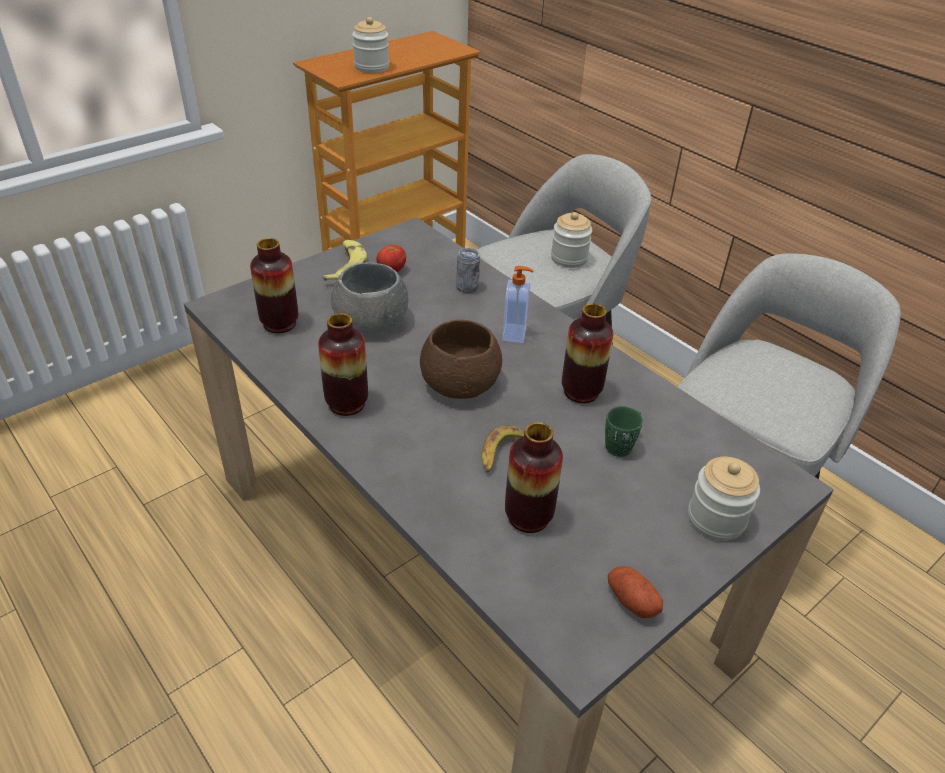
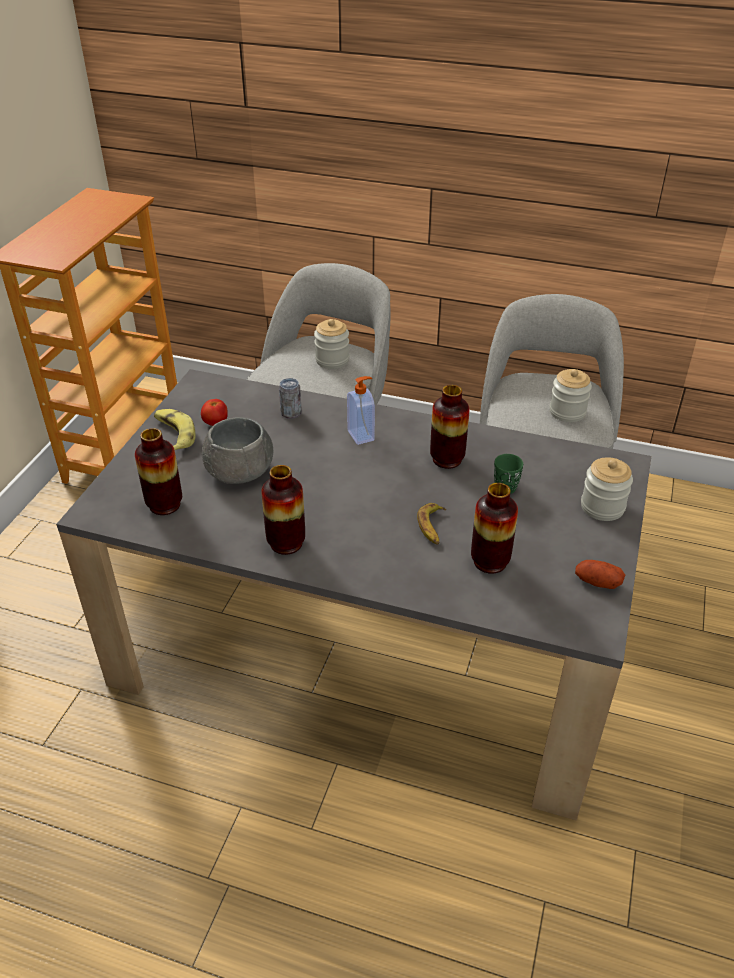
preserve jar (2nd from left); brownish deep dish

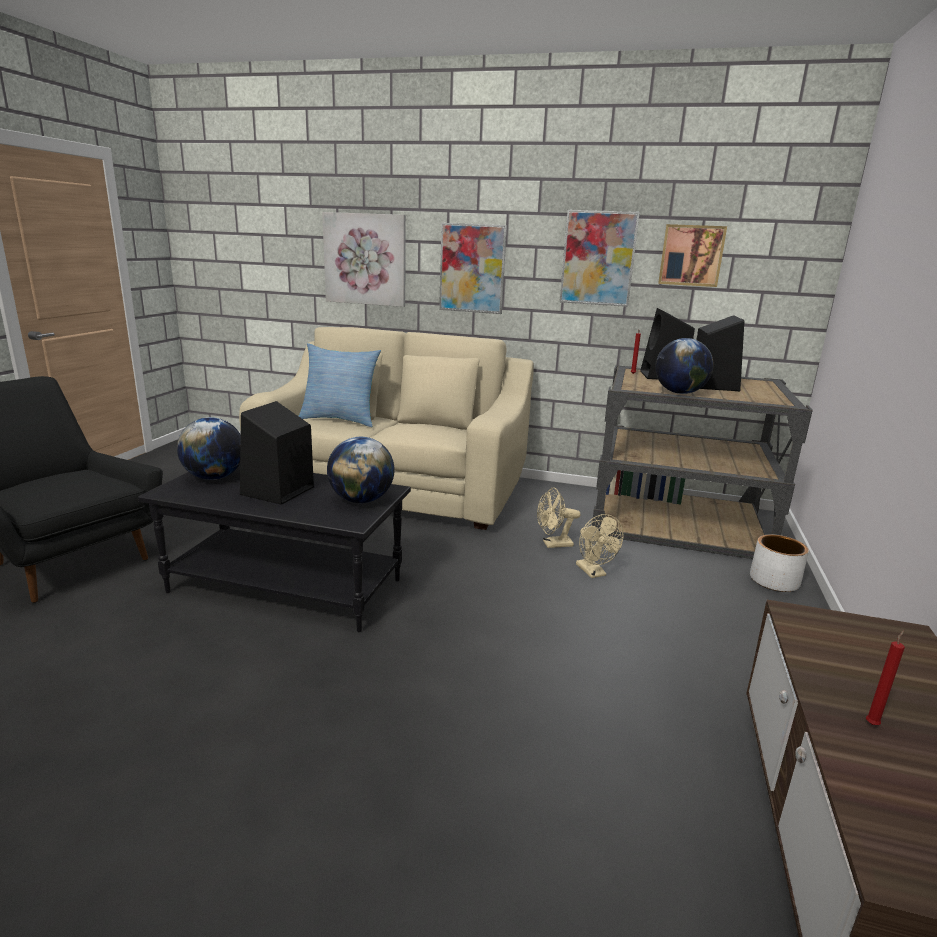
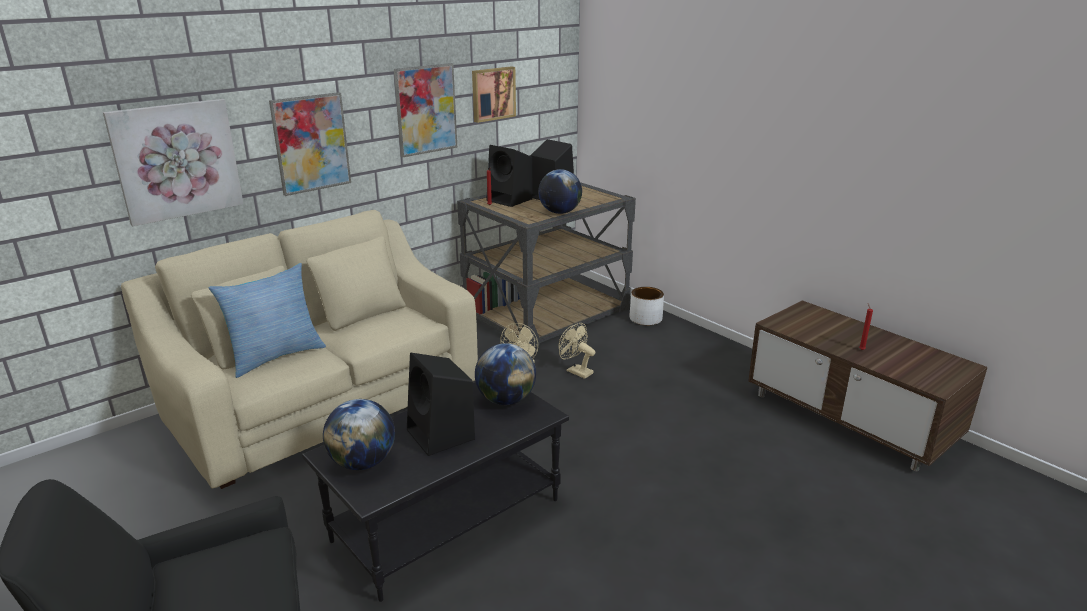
beige cooling fan (2nd from left)

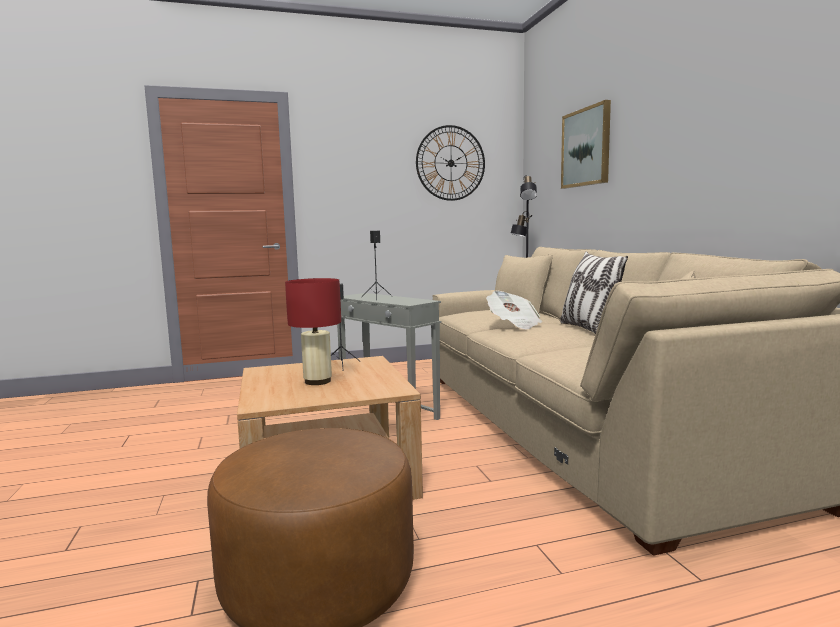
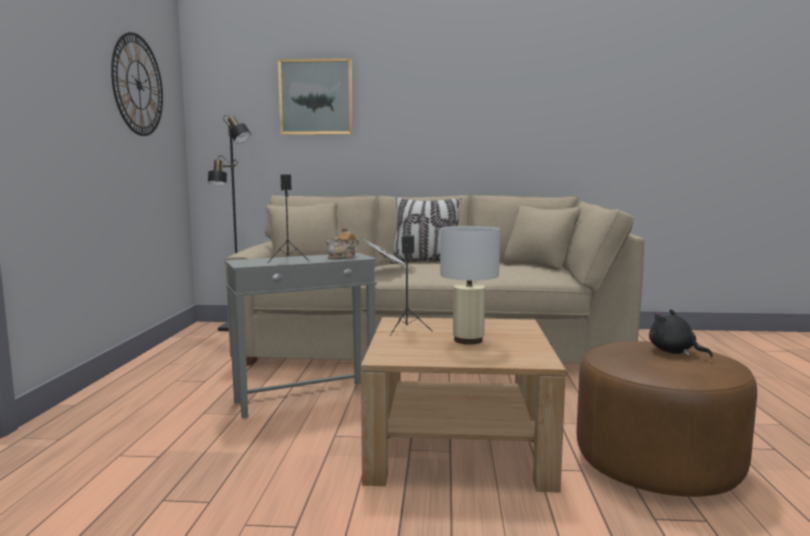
tea pot; white-coloured table lamp; black soft toy

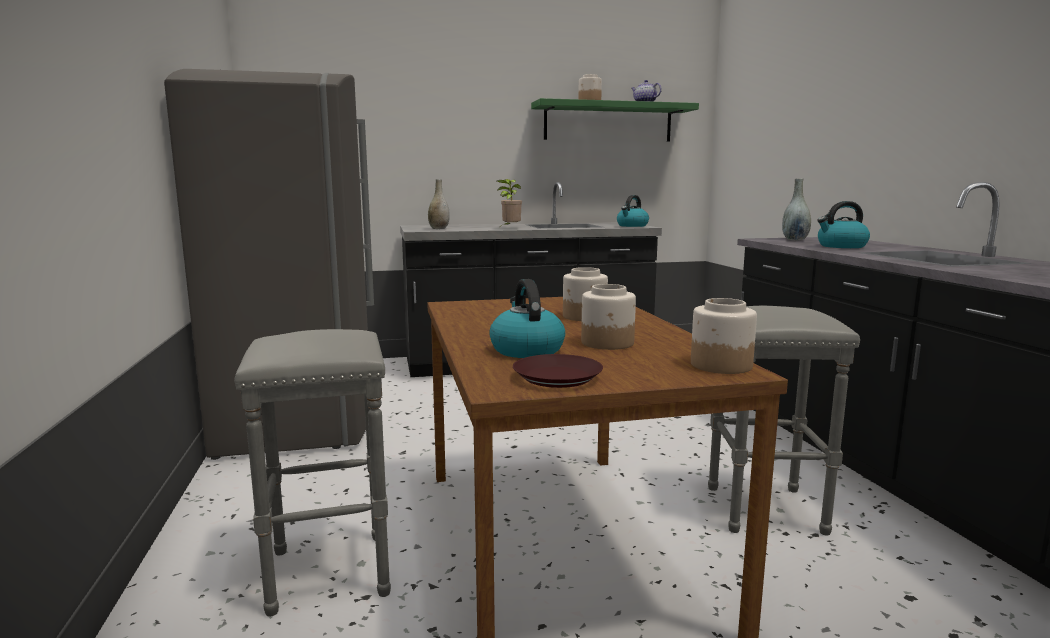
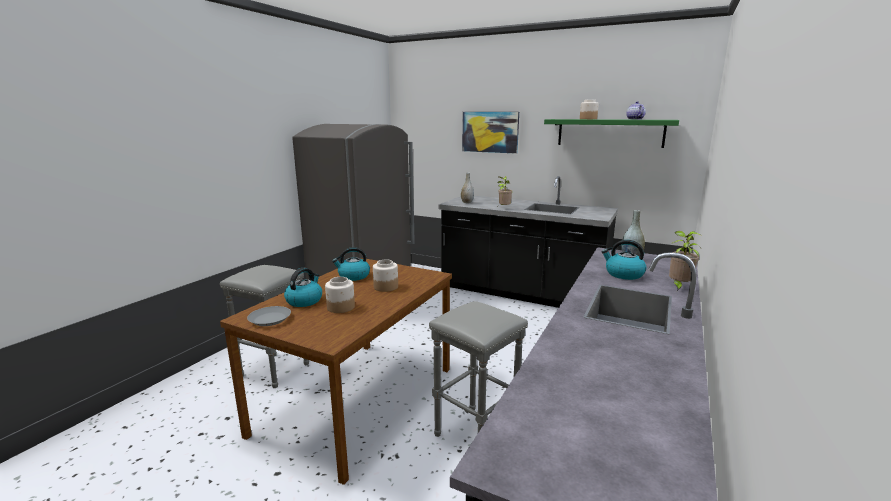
greyish flat dish; kettle (2nd from left); wall art; plant in a pot (2nd from left); preserve jar (4th from left in the first image)

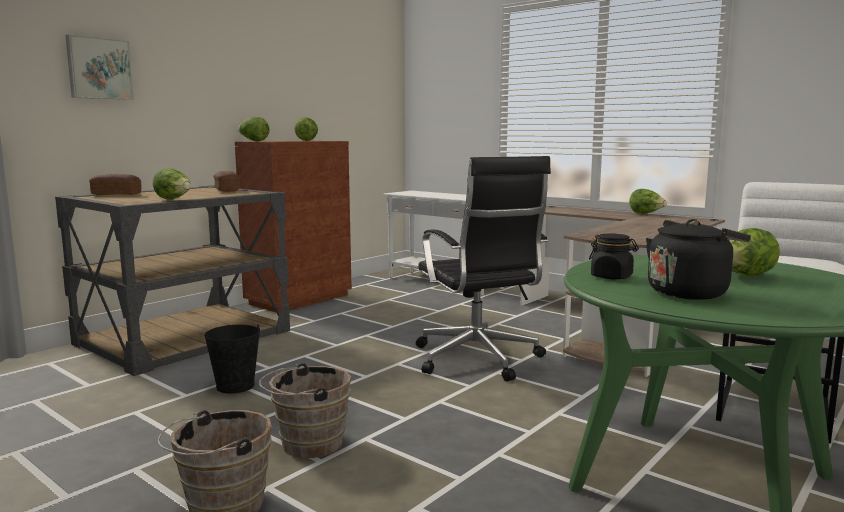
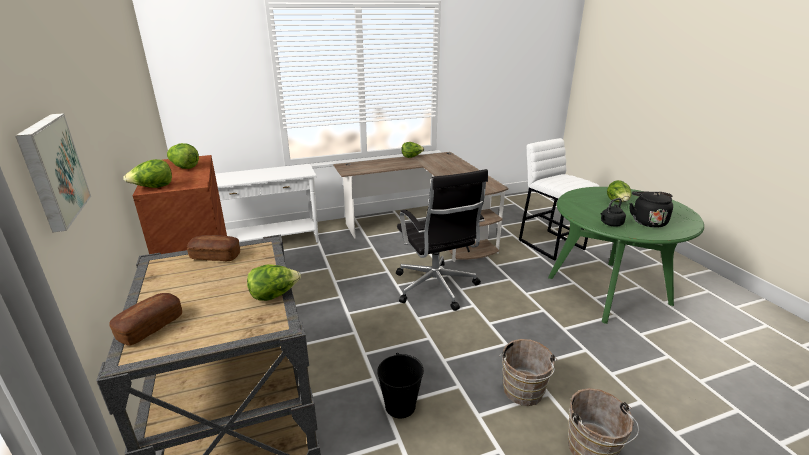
black computer chair; black kettle (1st from left)

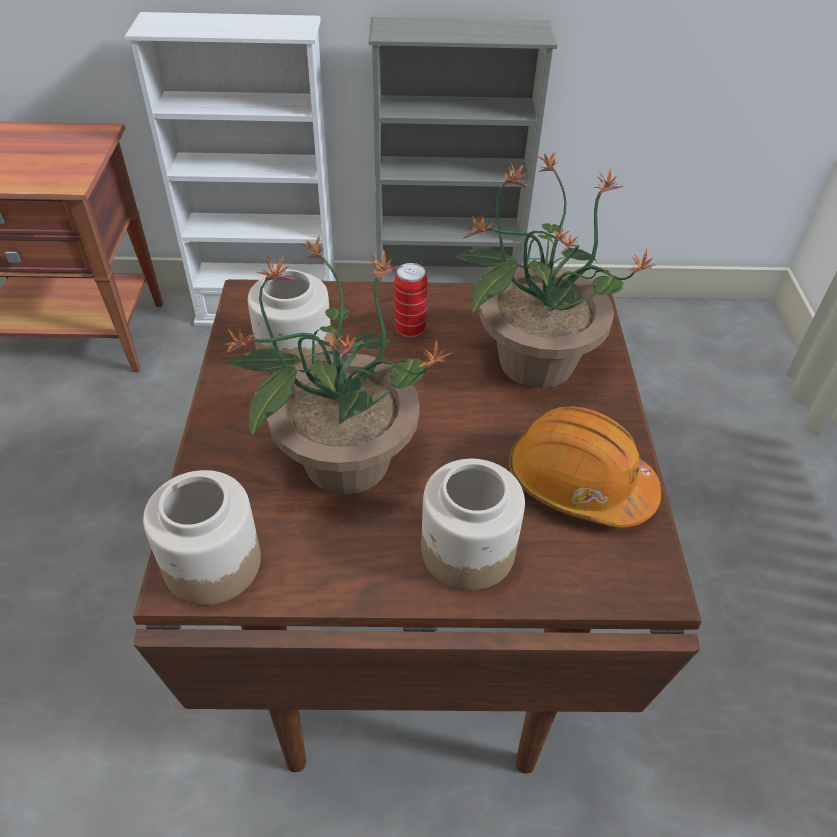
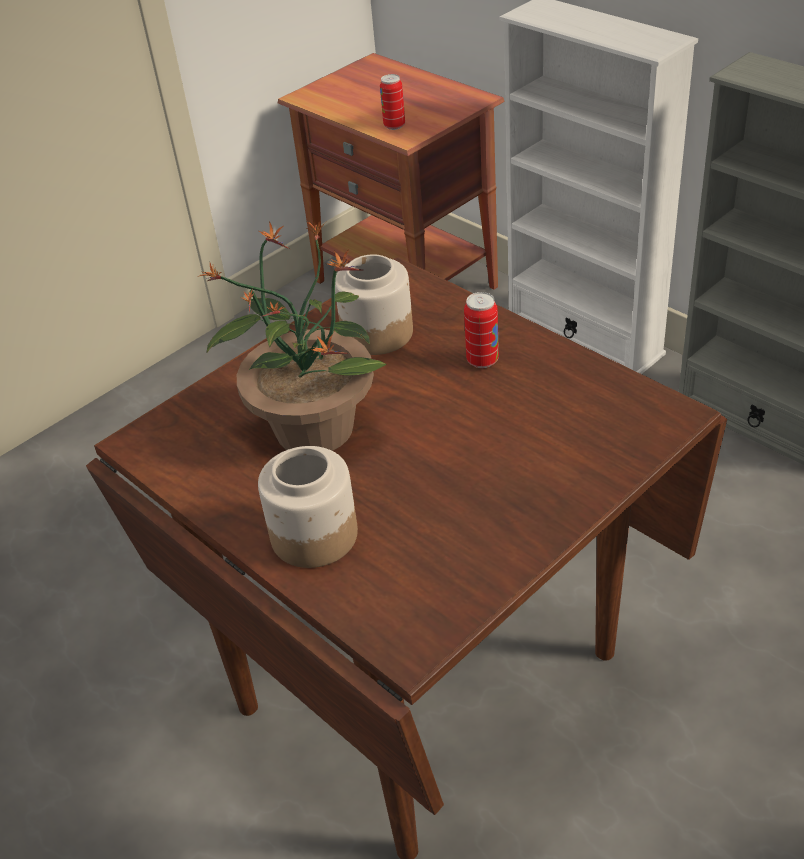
sealed can (1st from left); preserve jar (1st from left in the first image); plant in a pot (2nd from left in the first image); orange-coloured safety helmet

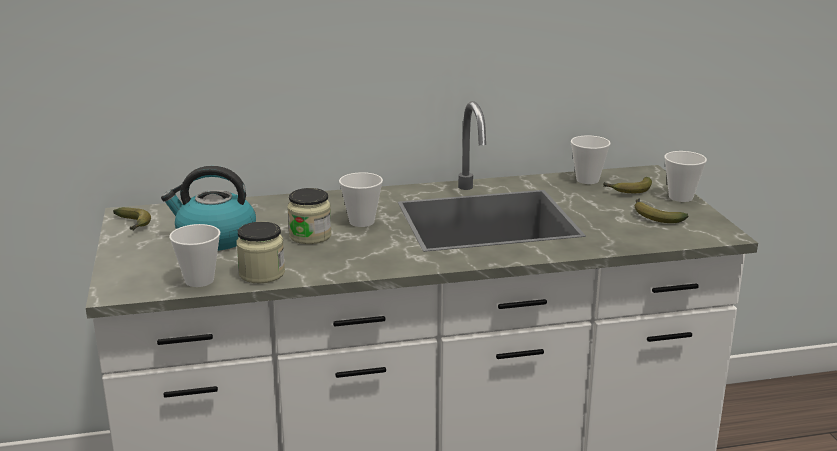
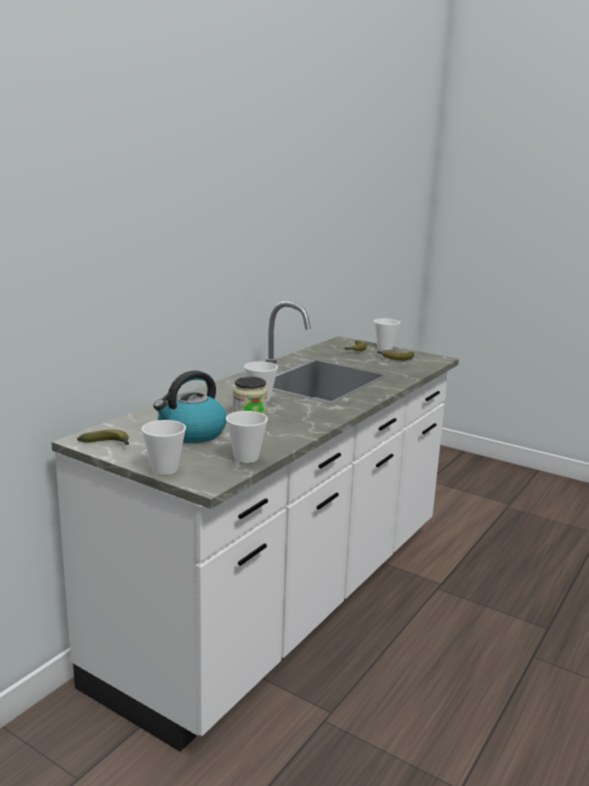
small cup (1st from left); preserve jar (1st from left in the first image)

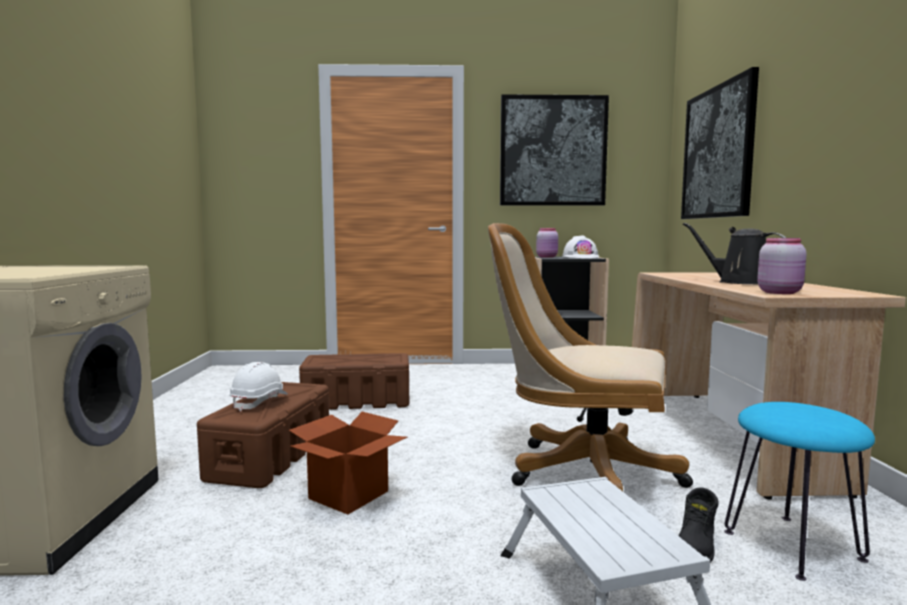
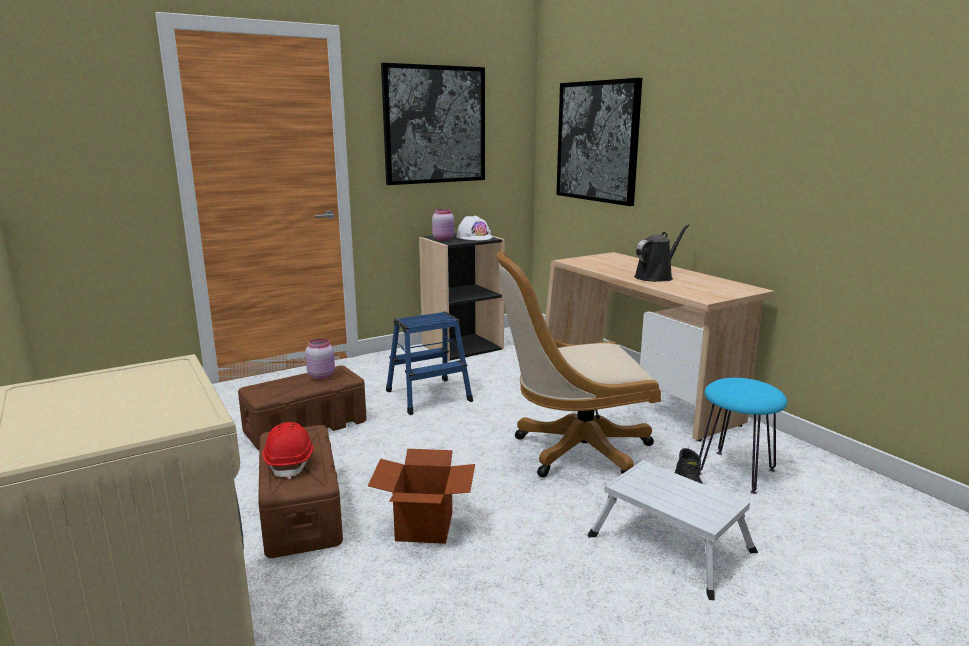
reddish safety helmet; pinkish preserve jar (1st from left); blue step stool; black watering pot

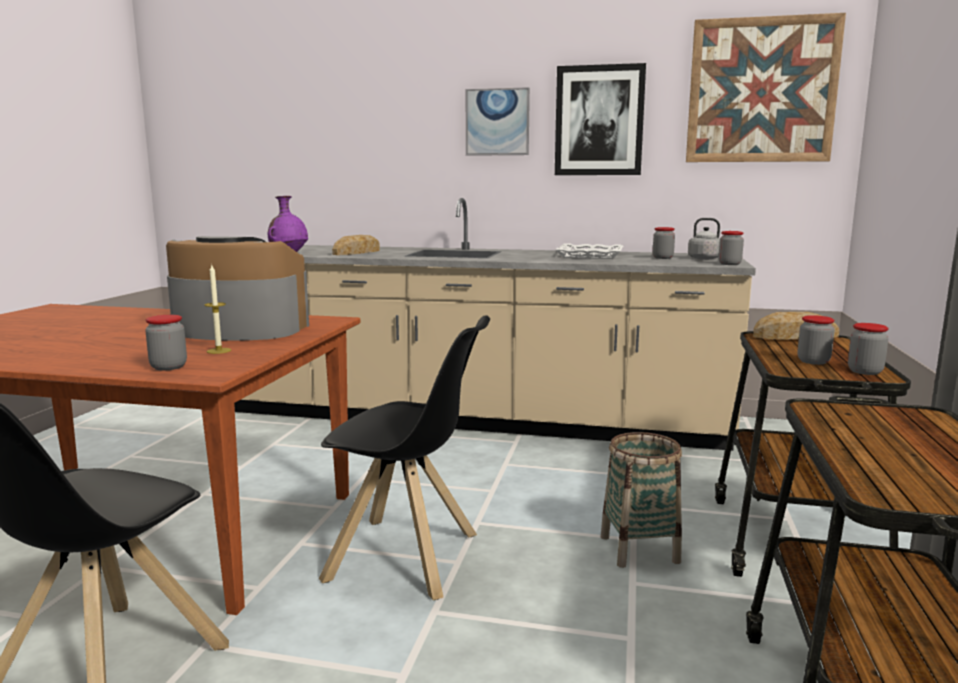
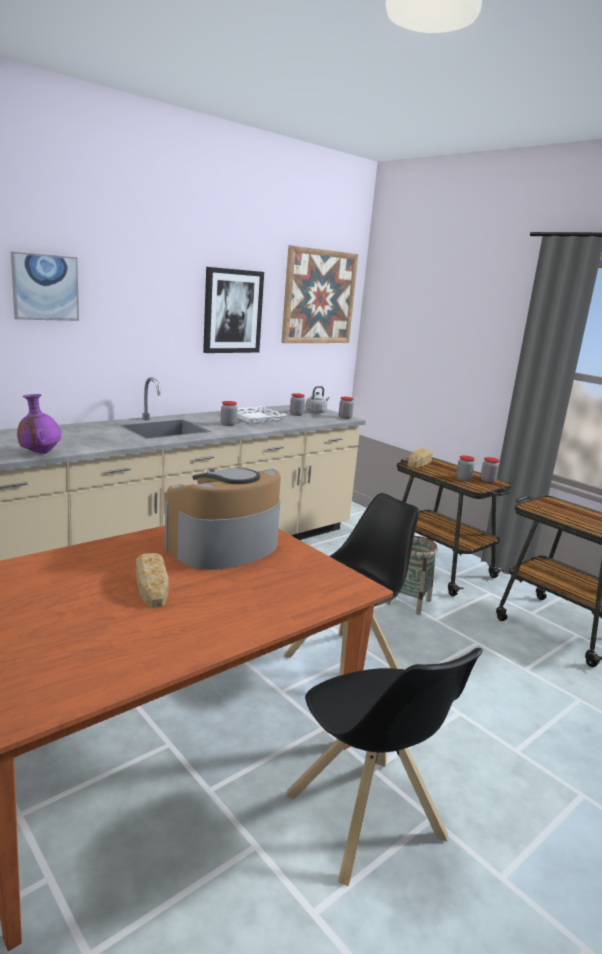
wall art (1st from left); baked bread (1st from left); preserve jar (1st from left); wax light

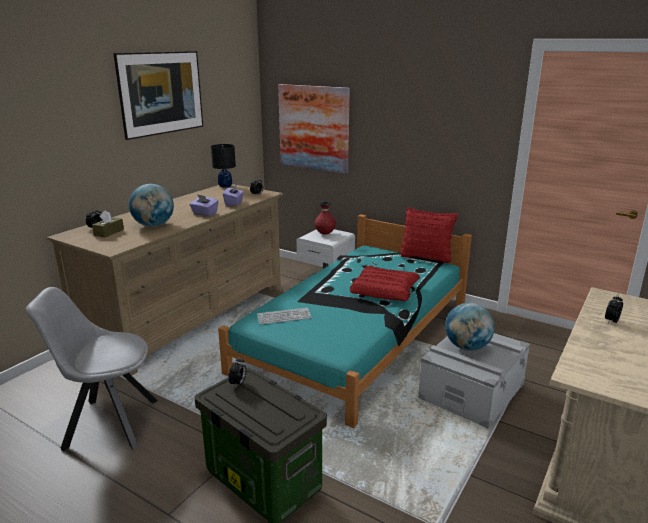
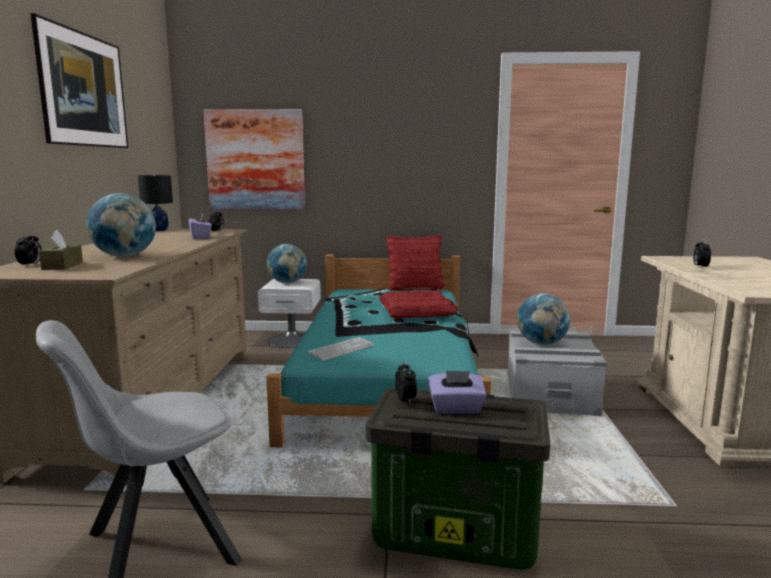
world globe (2nd from left); purple-coloured box of tissues (2nd from left)

